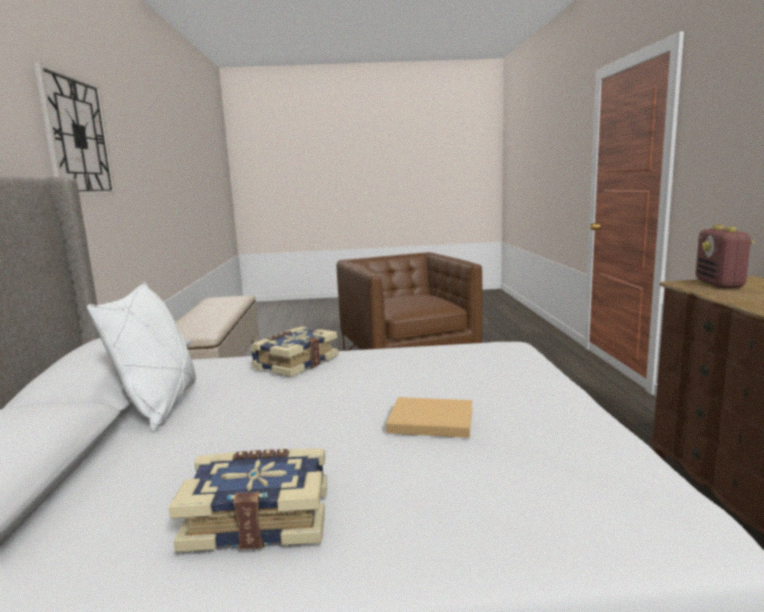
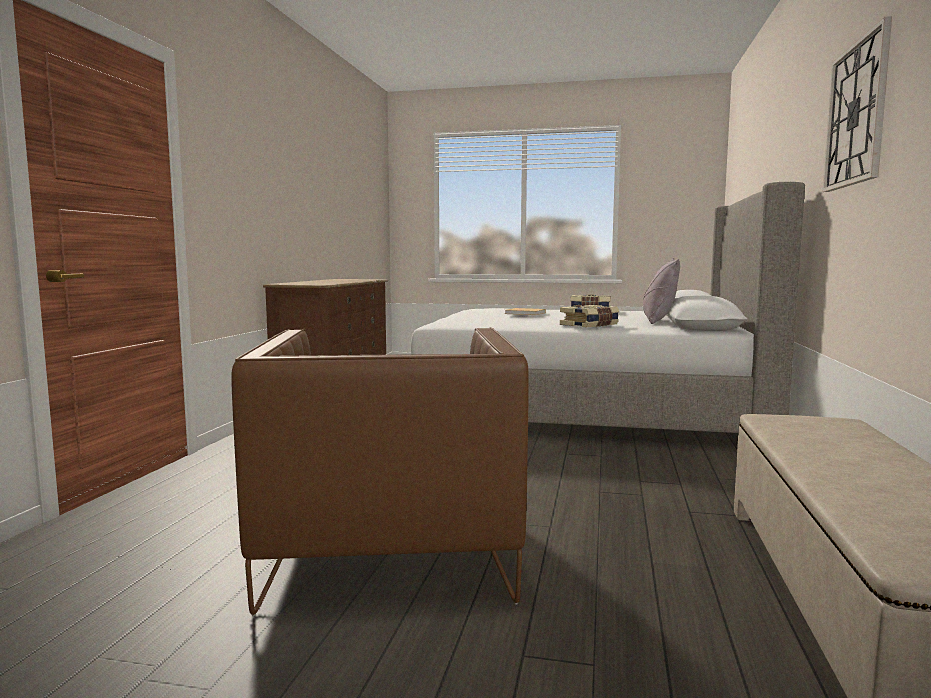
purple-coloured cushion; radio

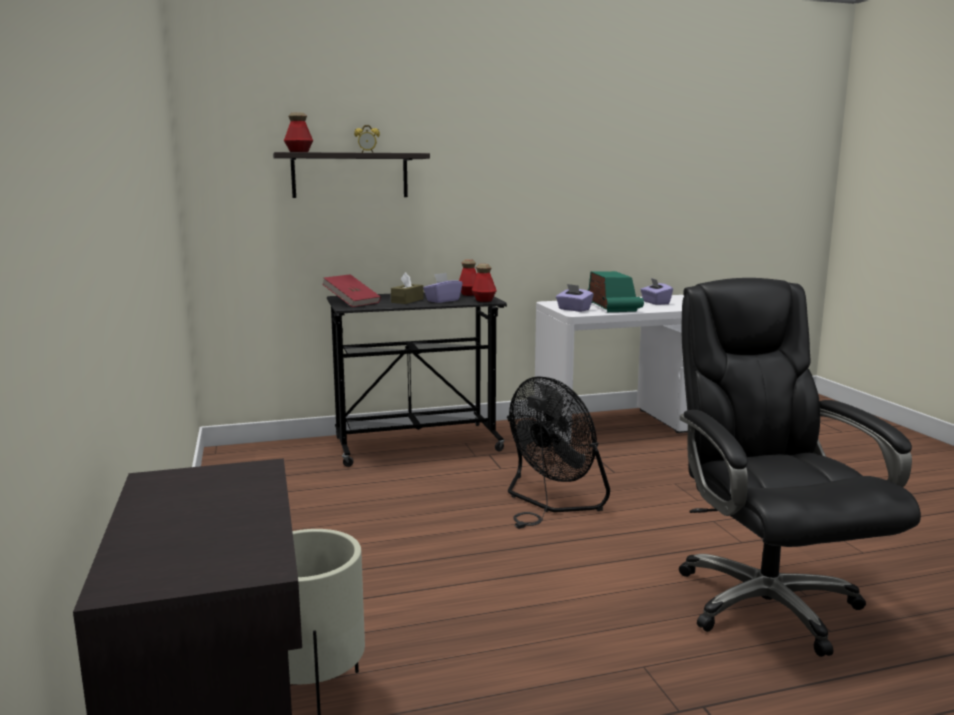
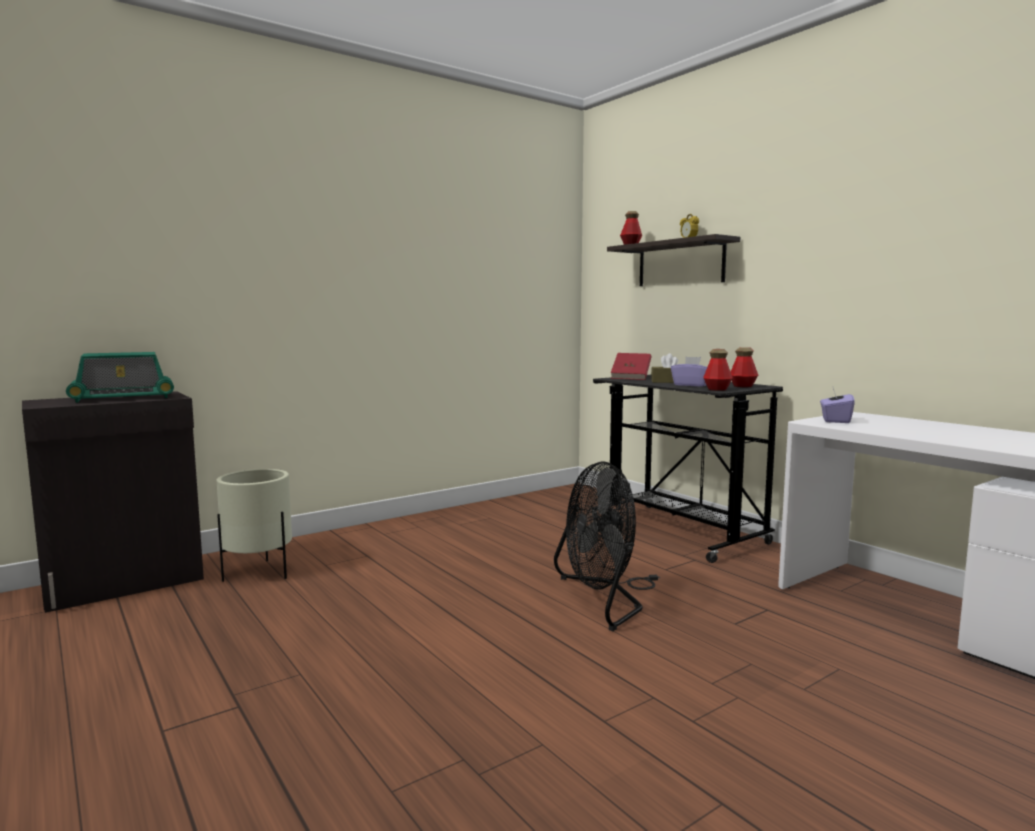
radio; black cooling fan; purple-coloured box of tissues (3rd from left in the first image); black computer chair

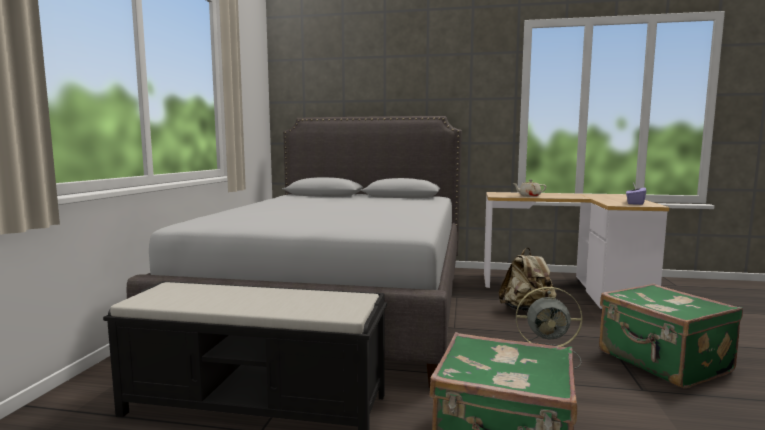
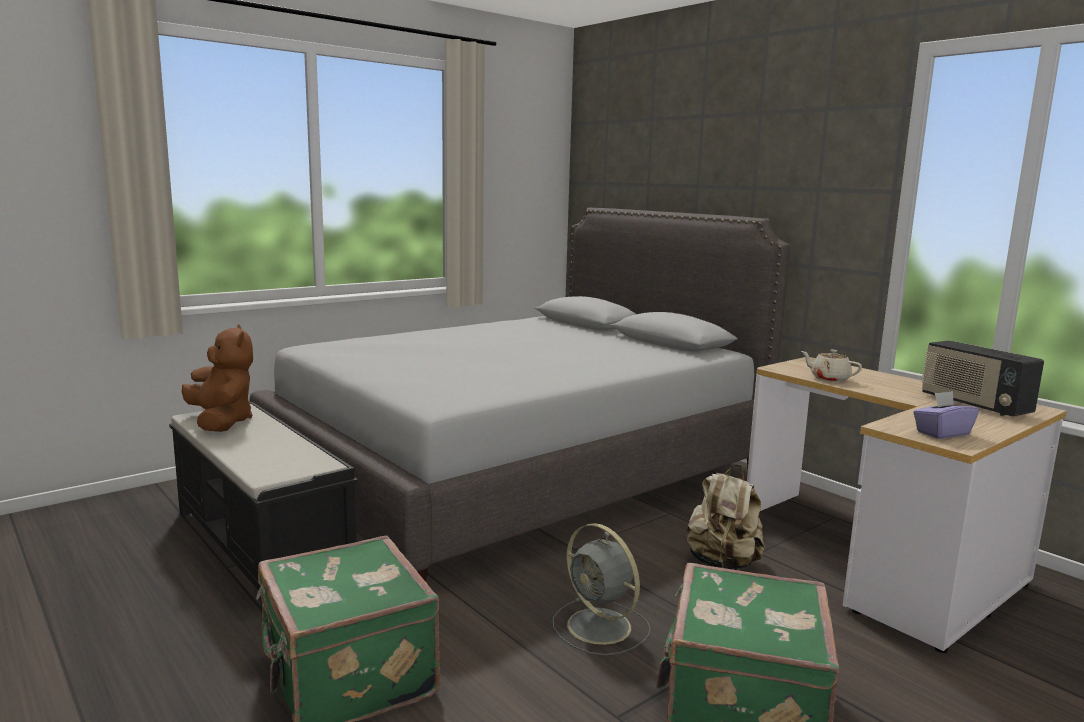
brownish soft toy; radio

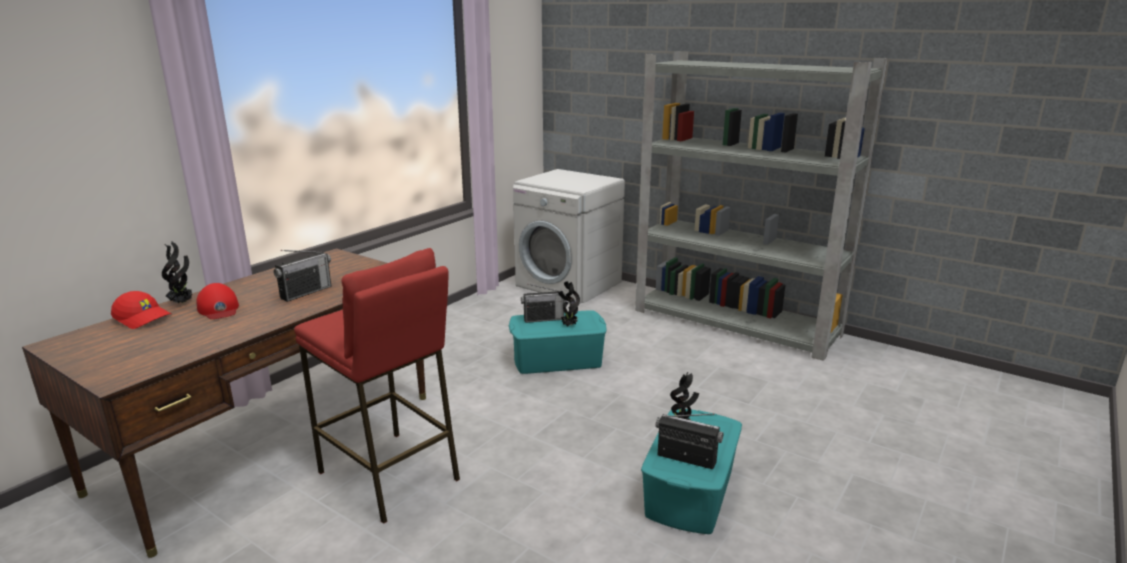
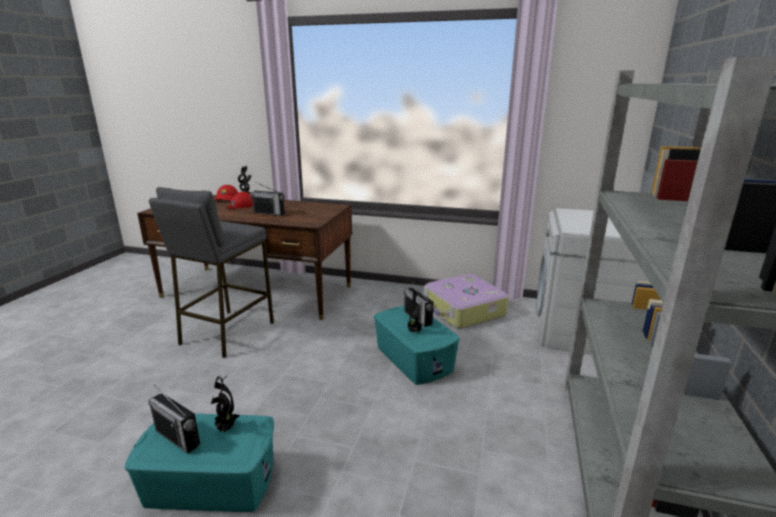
radio (1st from left); greyish stool; suitcase

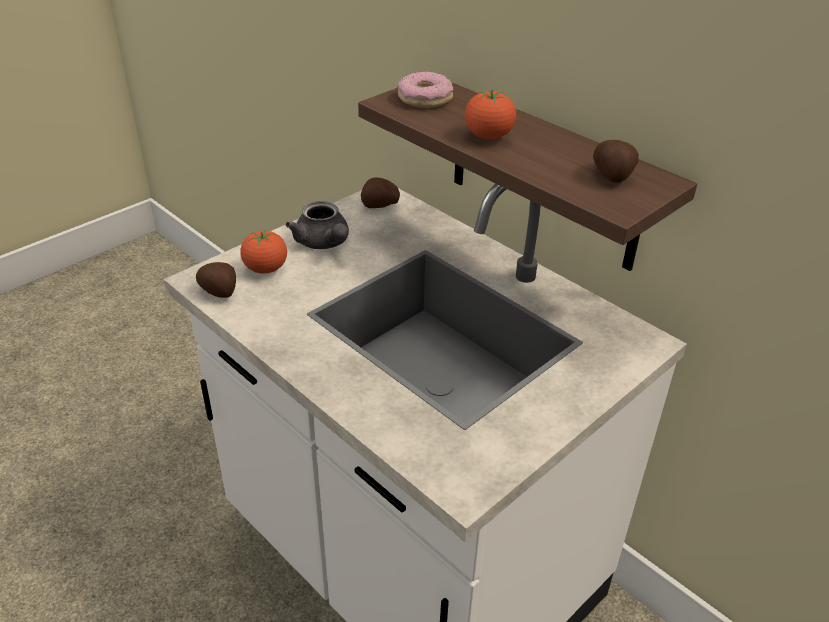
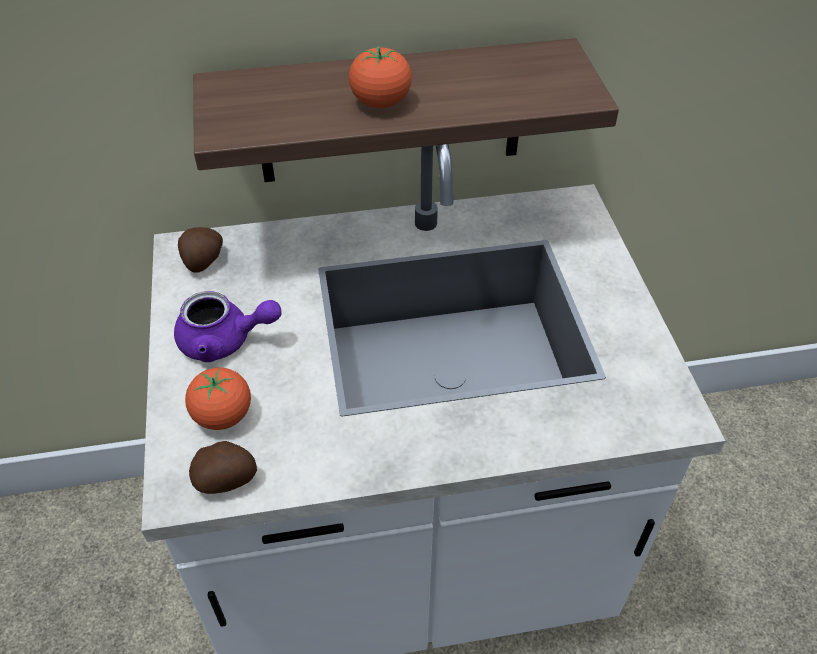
purple-coloured tea pot; donut; spud (3rd from left in the first image)

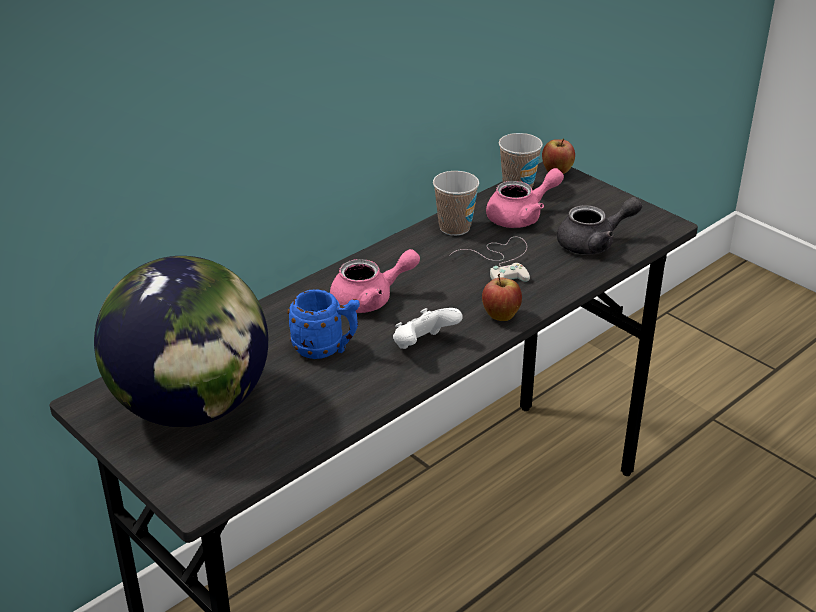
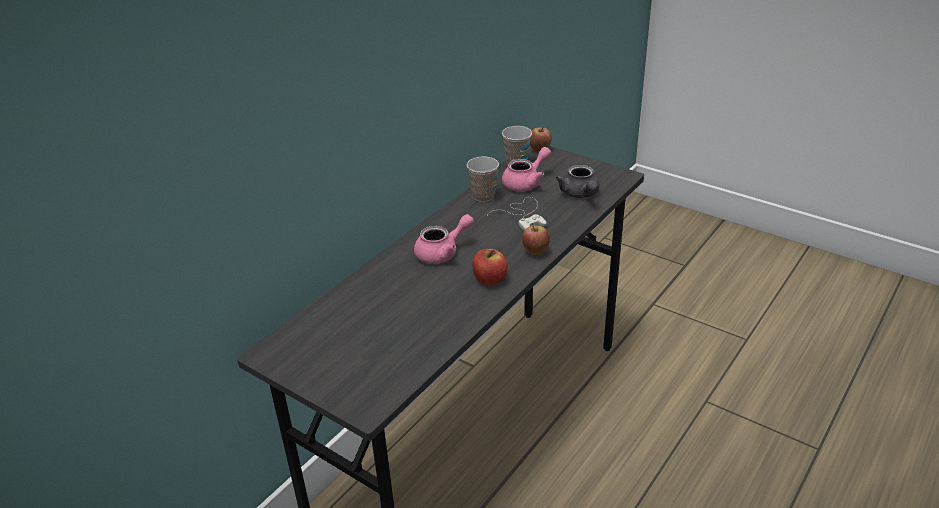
apple fruit (1st from left); greyish tea pot; world globe; blue tea mug

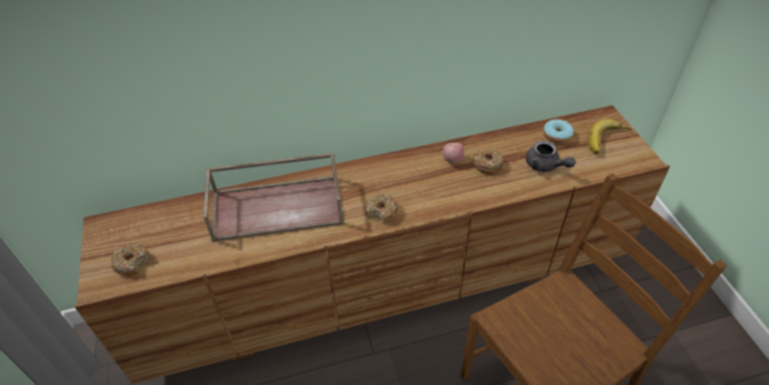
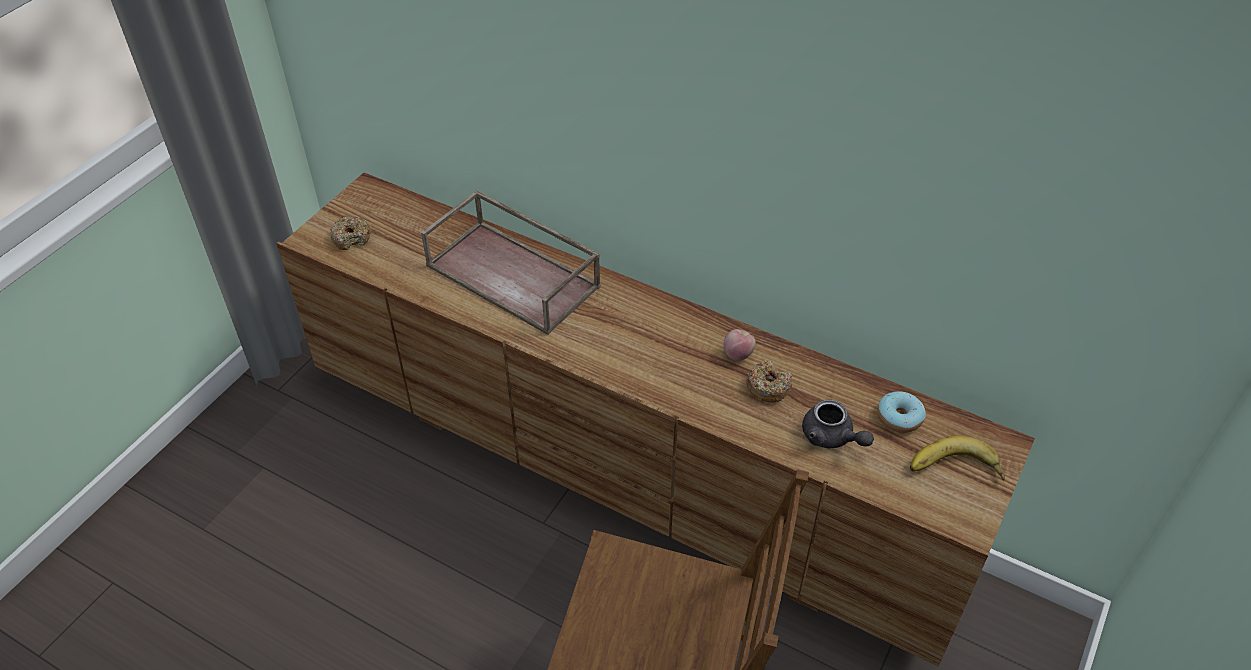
greyish tea pot; donut (2nd from left in the first image)

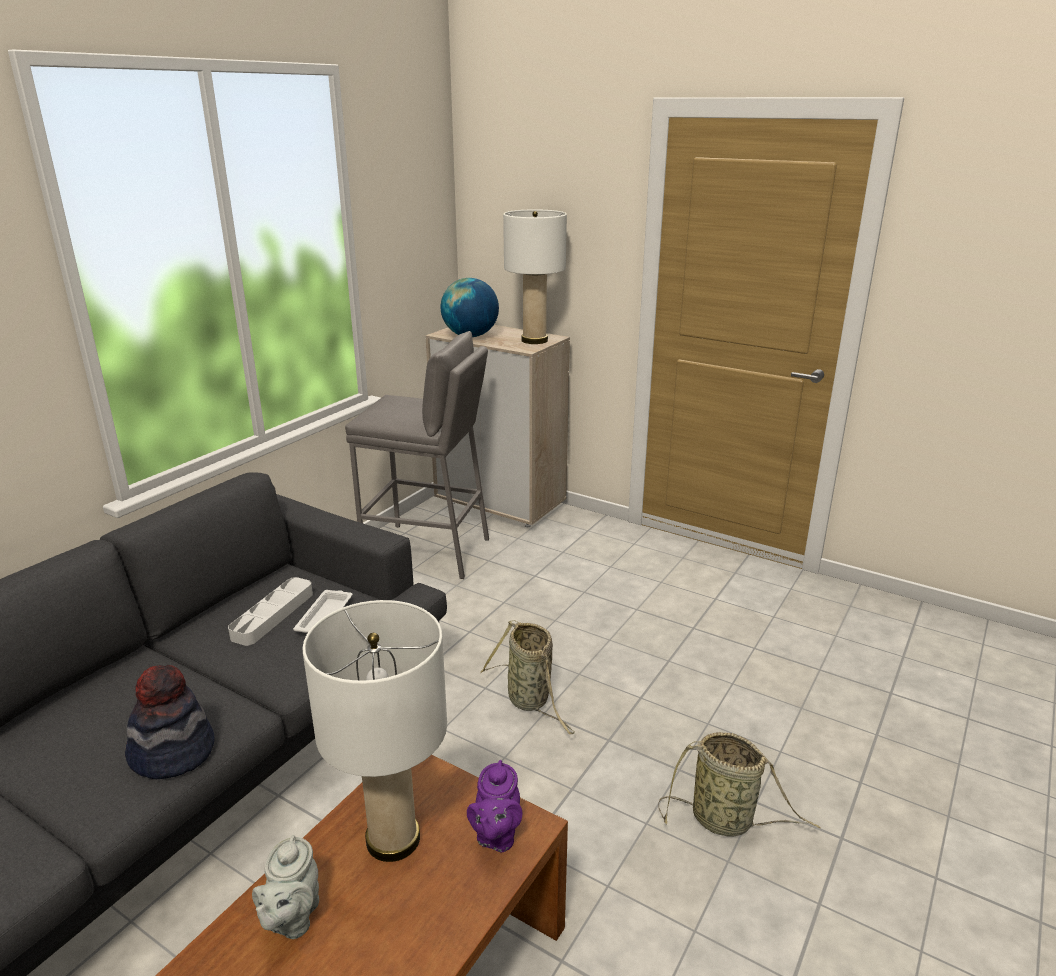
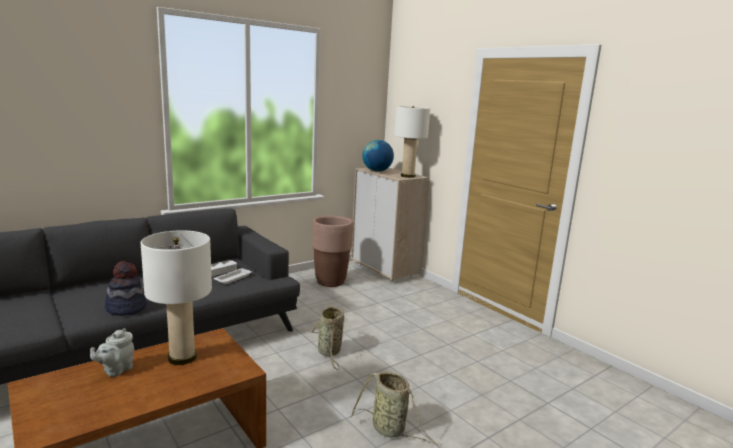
brownish planter; purple-coloured tea pot

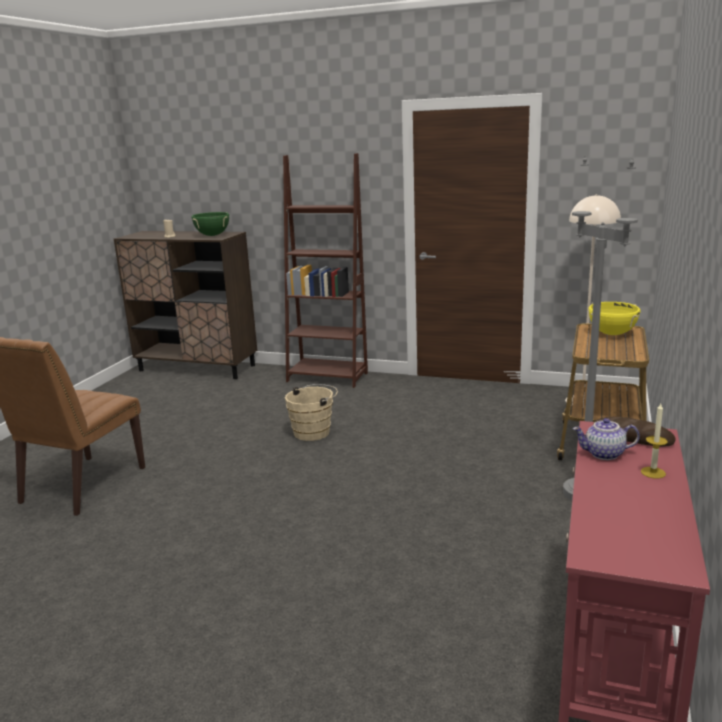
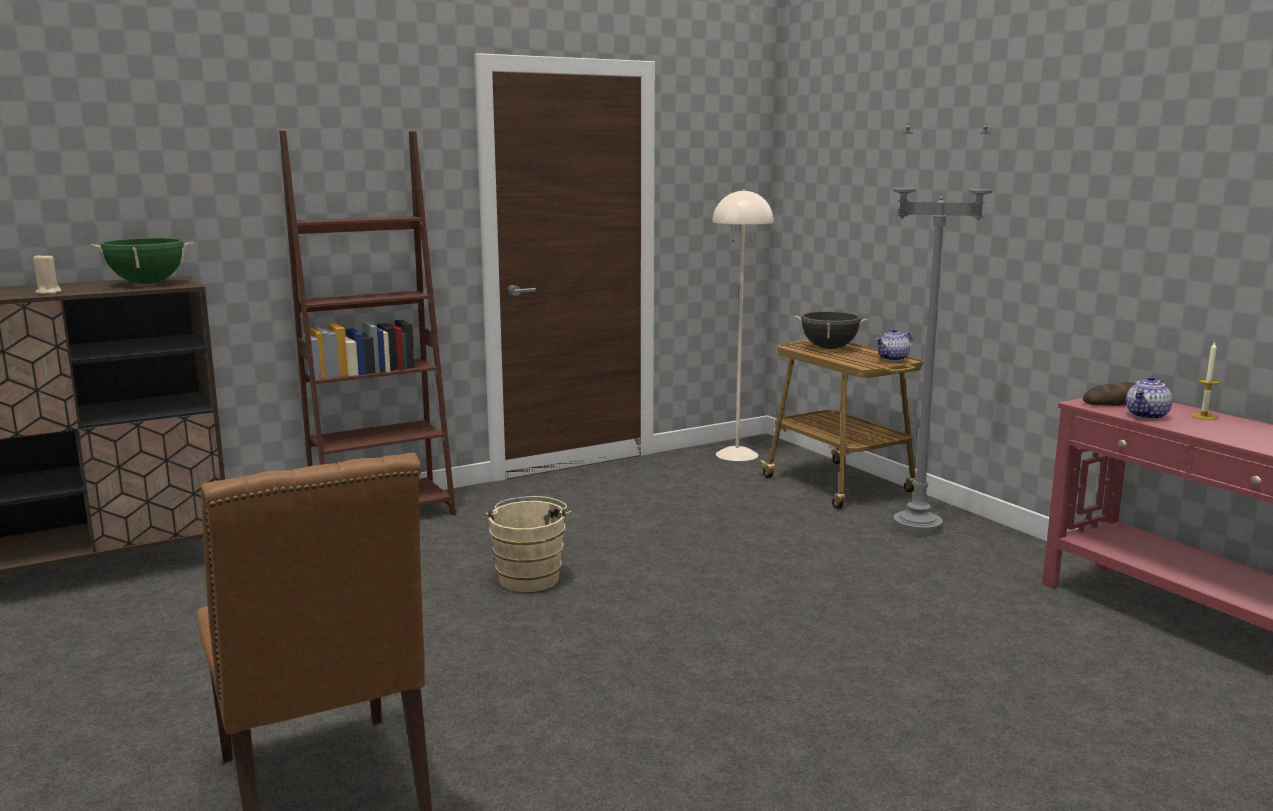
black stockpot; tea pot (1st from left)

